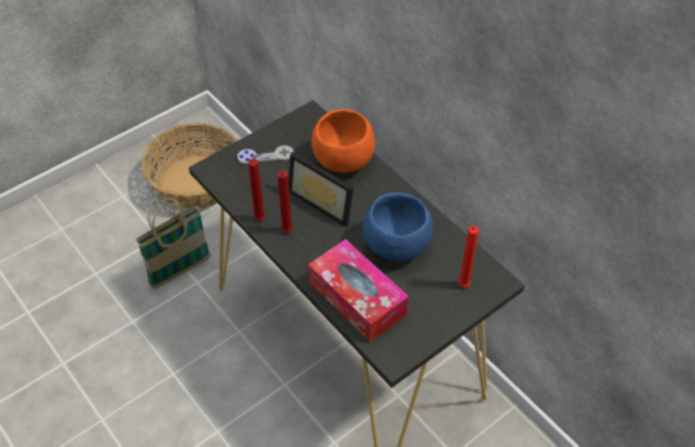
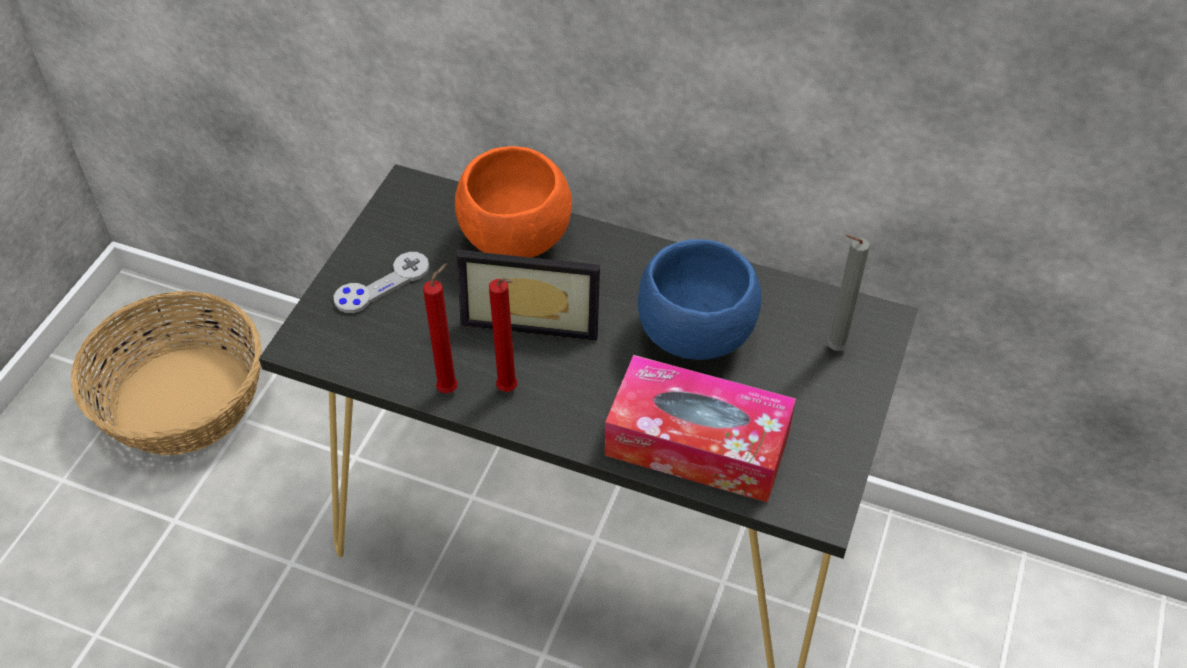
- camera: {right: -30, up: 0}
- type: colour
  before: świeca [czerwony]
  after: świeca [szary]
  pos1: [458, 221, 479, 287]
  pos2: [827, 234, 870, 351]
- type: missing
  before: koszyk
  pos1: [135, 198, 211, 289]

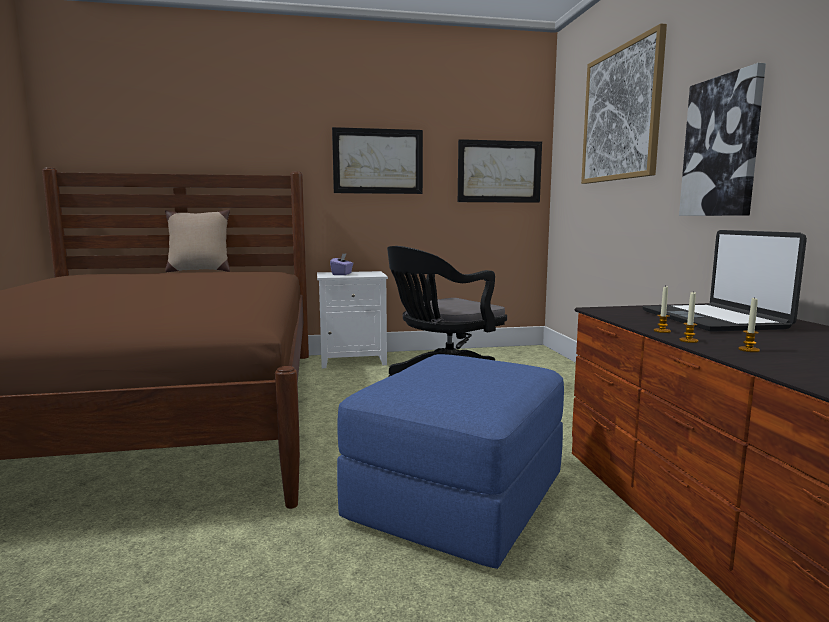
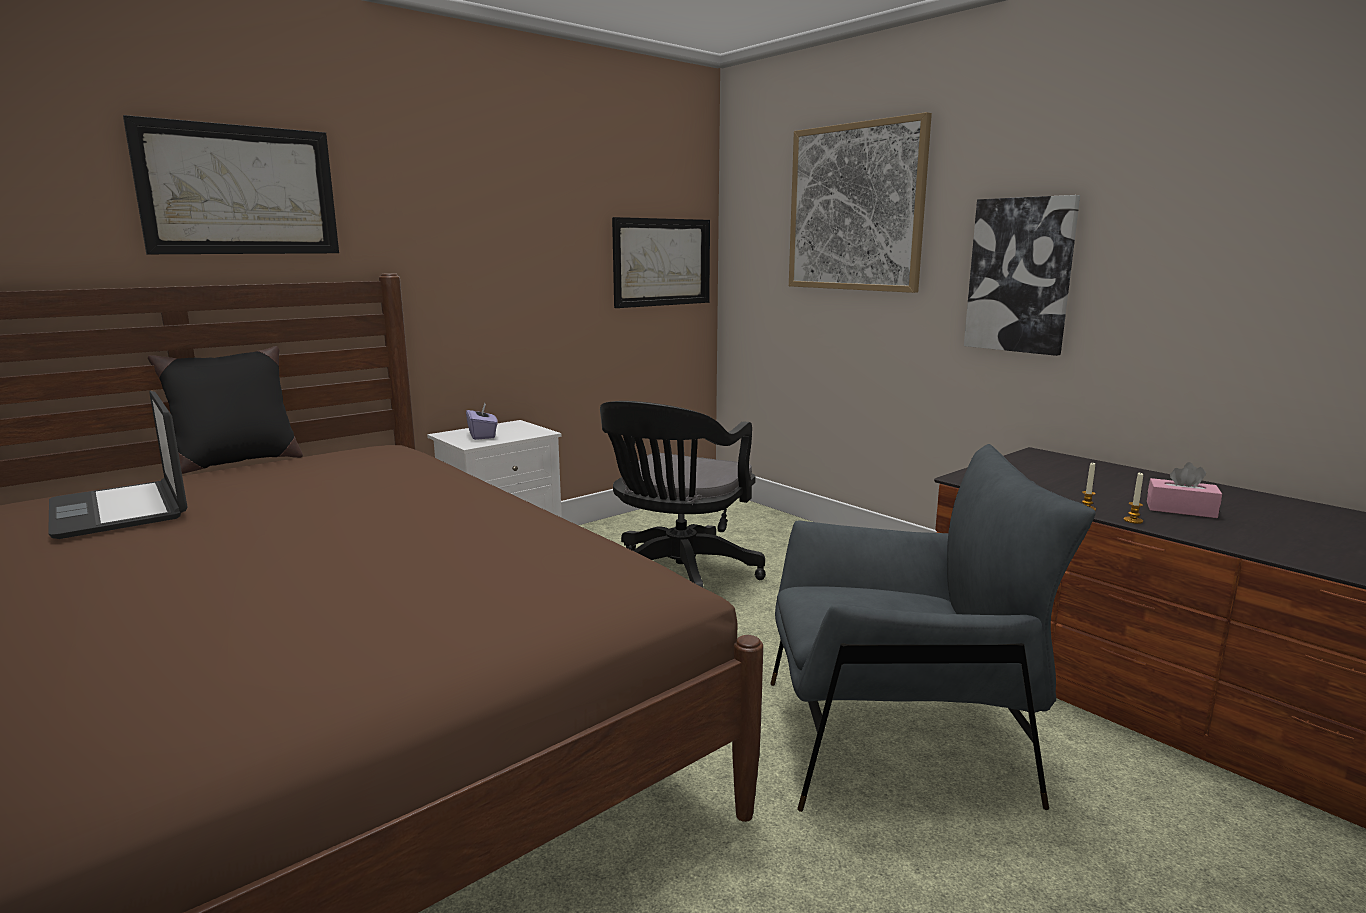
- camera: {right: -30, up: 5}
- type: relocated
  before: laptop
  pos1: [642, 230, 807, 332]
  pos2: [48, 391, 188, 539]
- type: relocated
  before: obraz
  pos1: [332, 127, 423, 194]
  pos2: [123, 115, 339, 254]
- type: colour
  before: poduszka [beżowy]
  after: poduszka [czarny]
  pos1: [165, 210, 230, 272]
  pos2: [148, 346, 303, 474]
- type: exchanged
  before: pufa [niebieski]
  after: fotel [szary]
  pos1: [337, 354, 564, 569]
  pos2: [770, 444, 1096, 812]
- type: appeared
  after: pudełko chusteczek [różowy]
  pos2: [1147, 462, 1222, 518]
- type: missing
  before: świeca
  pos1: [738, 298, 760, 352]

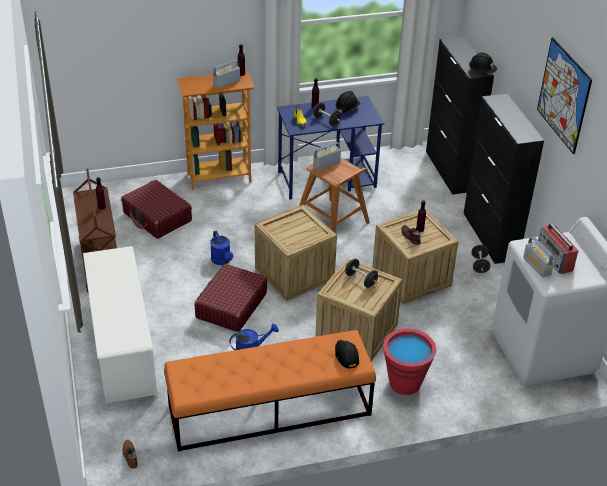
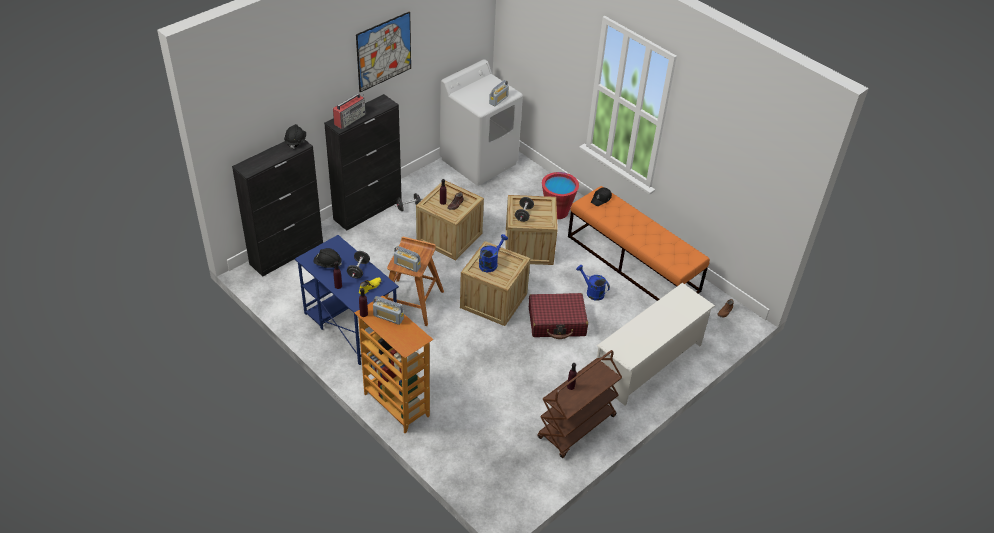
- camera: {right: -120, up: 5}
- type: relocated
  before: radio
  pos1: [538, 223, 578, 274]
  pos2: [333, 93, 366, 129]
- type: relocated
  before: konewka [niebieski]
  pos1: [210, 230, 233, 265]
  pos2: [479, 234, 508, 272]
- type: missing
  before: walizka [czerwony]
  pos1: [121, 180, 192, 239]

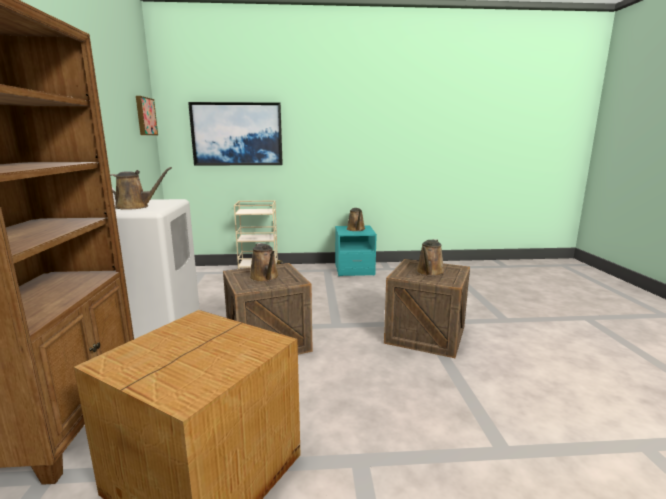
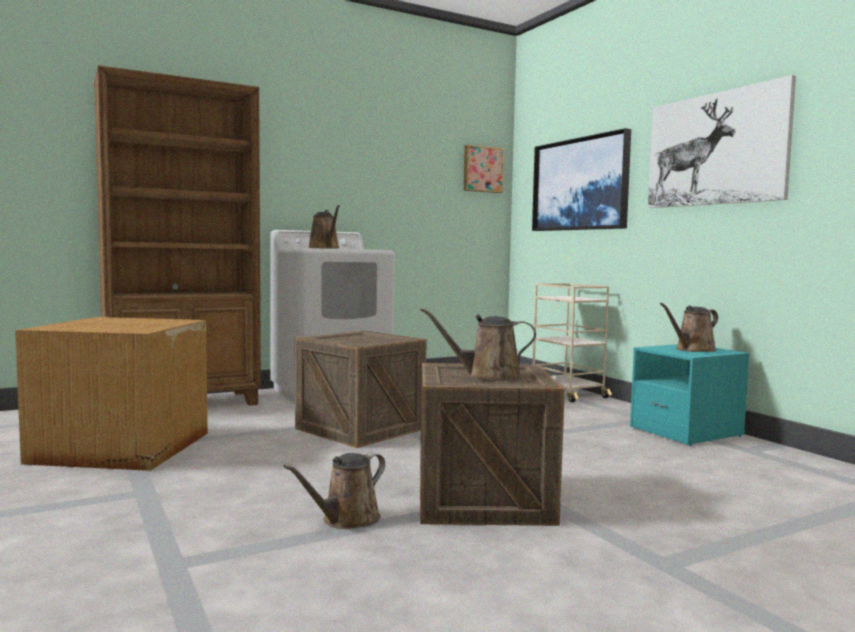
- camera: {right: 65, up: -10}
- type: relocated
  before: konewka [brązowy]
  pos1: [249, 243, 279, 282]
  pos2: [283, 453, 385, 529]
- type: appeared
  after: obraz
  pos2: [648, 75, 796, 208]

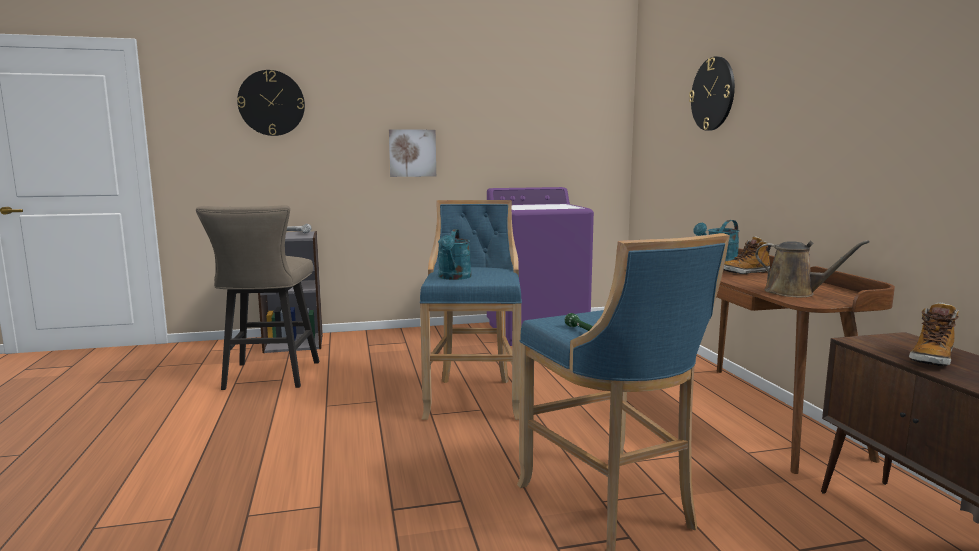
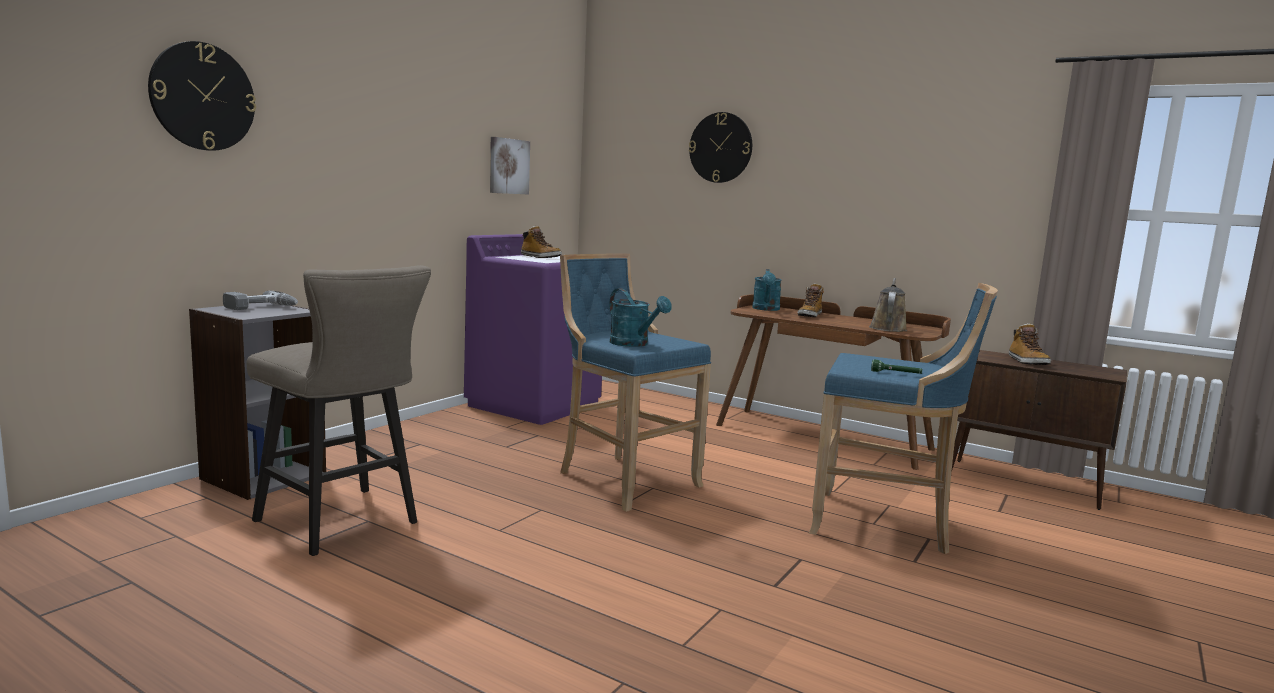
- camera: {right: -45, up: 0}
- type: relocated
  before: obraz
  pos1: [389, 129, 436, 177]
  pos2: [490, 137, 530, 195]
- type: appeared
  after: but z cholewką
  pos2: [521, 226, 562, 258]
- type: spun
  before: konewka [brązowy]
  pos1: [755, 240, 870, 297]
  pos2: [869, 278, 907, 332]
  turn: -60

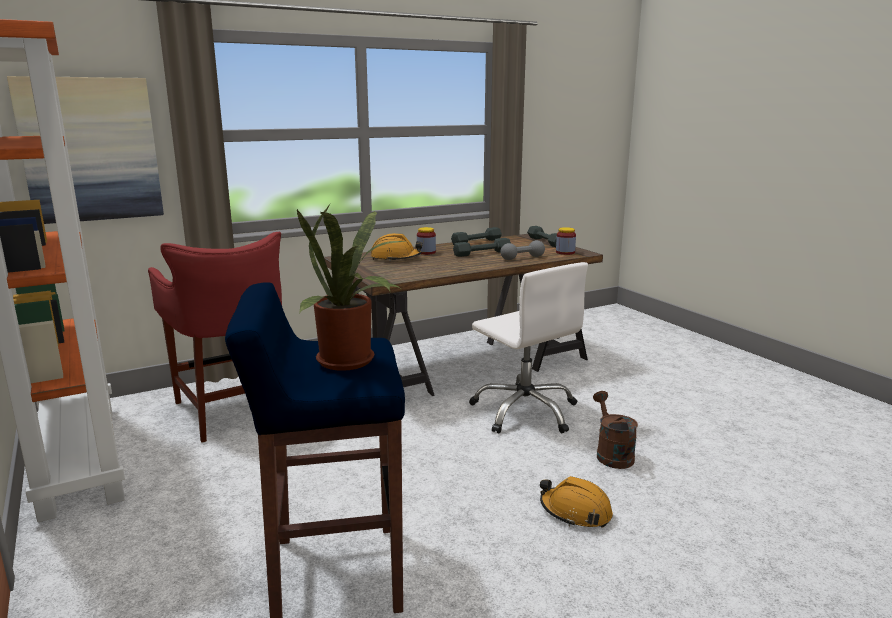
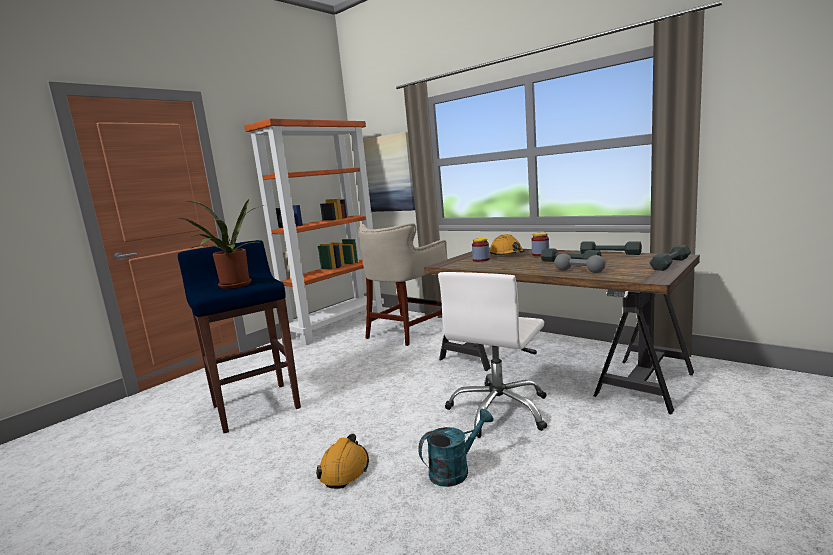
- camera: {right: 70, up: -5}
- type: colour
  before: stołek [czerwony]
  after: stołek [beżowy]
  pos1: [148, 232, 282, 443]
  pos2: [359, 223, 447, 346]
- type: colour
  before: konewka [brązowy]
  after: konewka [turkusowy]
  pos1: [593, 391, 638, 469]
  pos2: [418, 409, 494, 487]
- type: relocated
  before: słoik
  pos1: [556, 227, 576, 255]
  pos2: [472, 238, 490, 262]

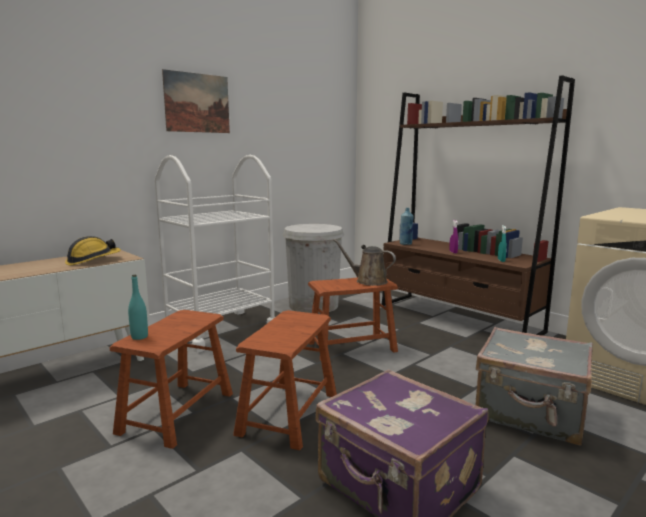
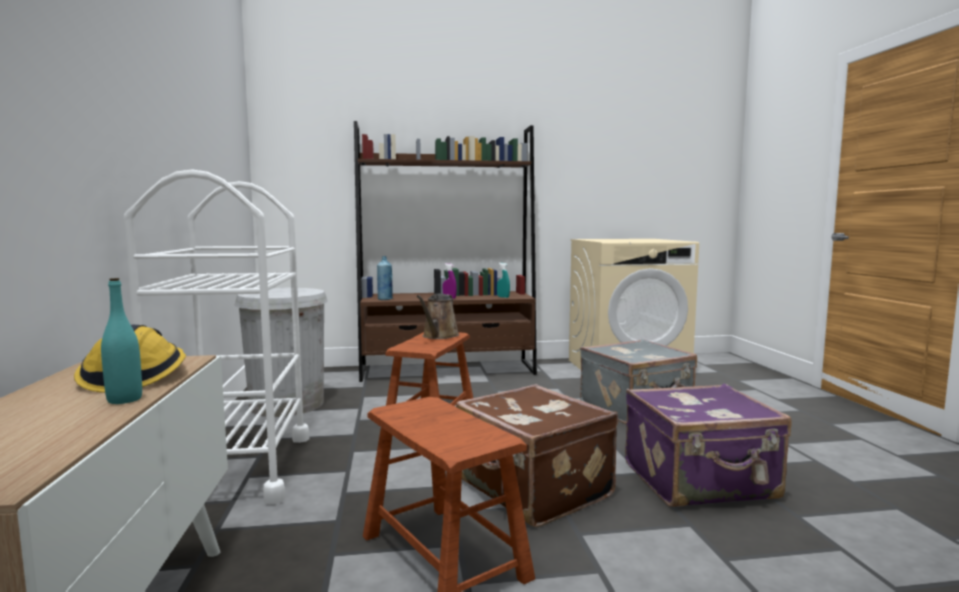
- camera: {right: -55, up: -5}
- type: relocated
  before: butelka [turkusowy]
  pos1: [128, 275, 148, 340]
  pos2: [101, 278, 142, 404]
- type: spun
  before: konewka [brązowy]
  pos1: [333, 239, 396, 286]
  pos2: [417, 294, 459, 339]
  turn: -45
- type: exchanged
  before: stołek [brązowy]
  after: walizka [brązowy]
  pos1: [233, 310, 337, 450]
  pos2: [456, 384, 618, 527]
- type: missing
  before: obraz
  pos1: [162, 69, 230, 133]

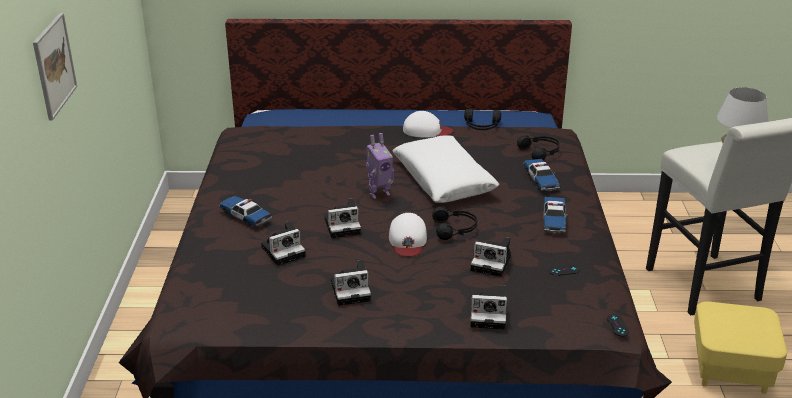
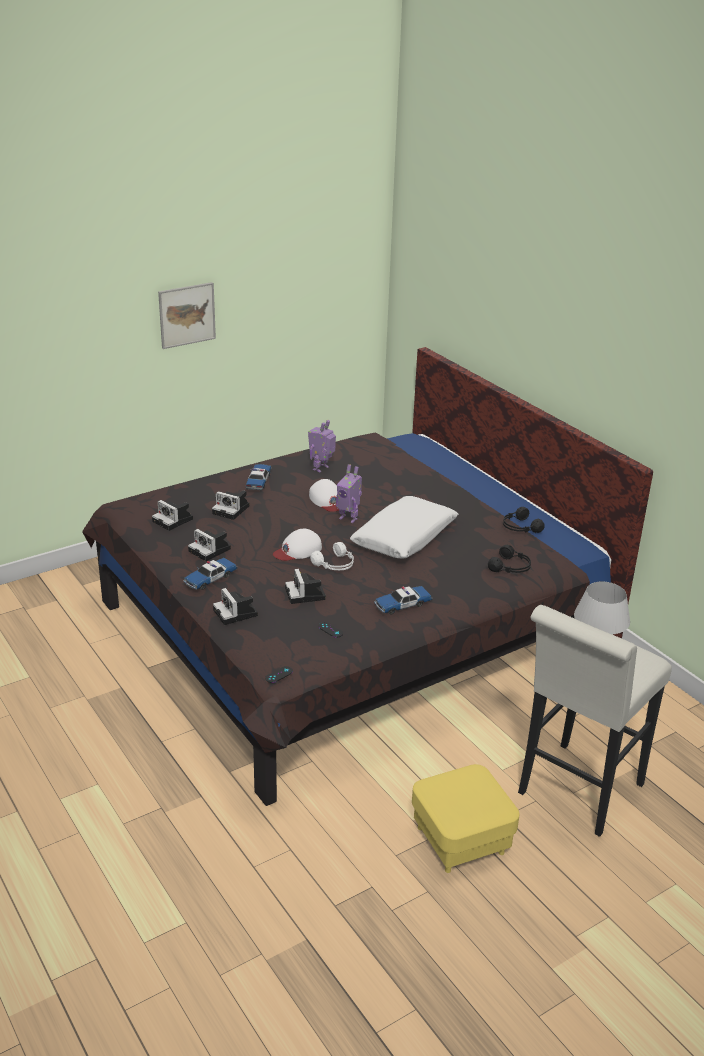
- camera: {right: 55, up: 0}
- type: relocated
  before: aparat fotograficzny
  pos1: [324, 198, 361, 238]
  pos2: [152, 500, 193, 531]
- type: relocated
  before: samochodzik
  pos1: [523, 159, 560, 191]
  pos2: [183, 558, 238, 590]
- type: appeared
  after: robot zabawkowy
  pos2: [308, 420, 336, 472]
- type: relocated
  before: czapka z daszkiem [biały]
  pos1: [403, 111, 453, 138]
  pos2: [309, 479, 339, 512]
- type: colour
  before: słuchawki [czarny]
  after: słuchawki [biały]
  pos1: [432, 206, 477, 240]
  pos2: [310, 542, 354, 570]

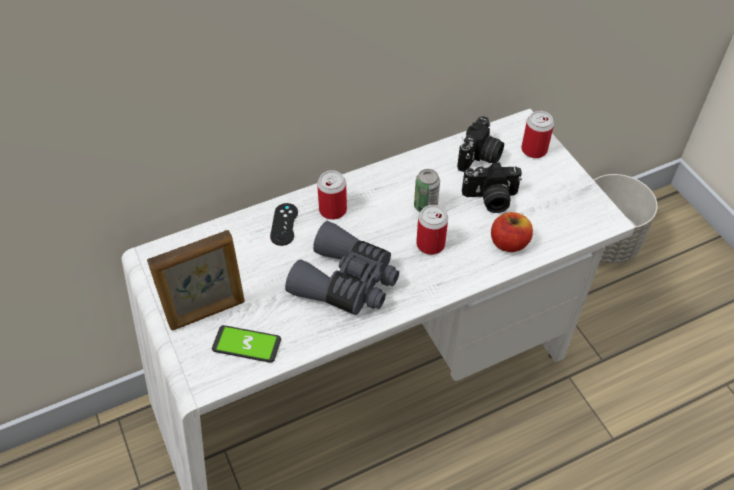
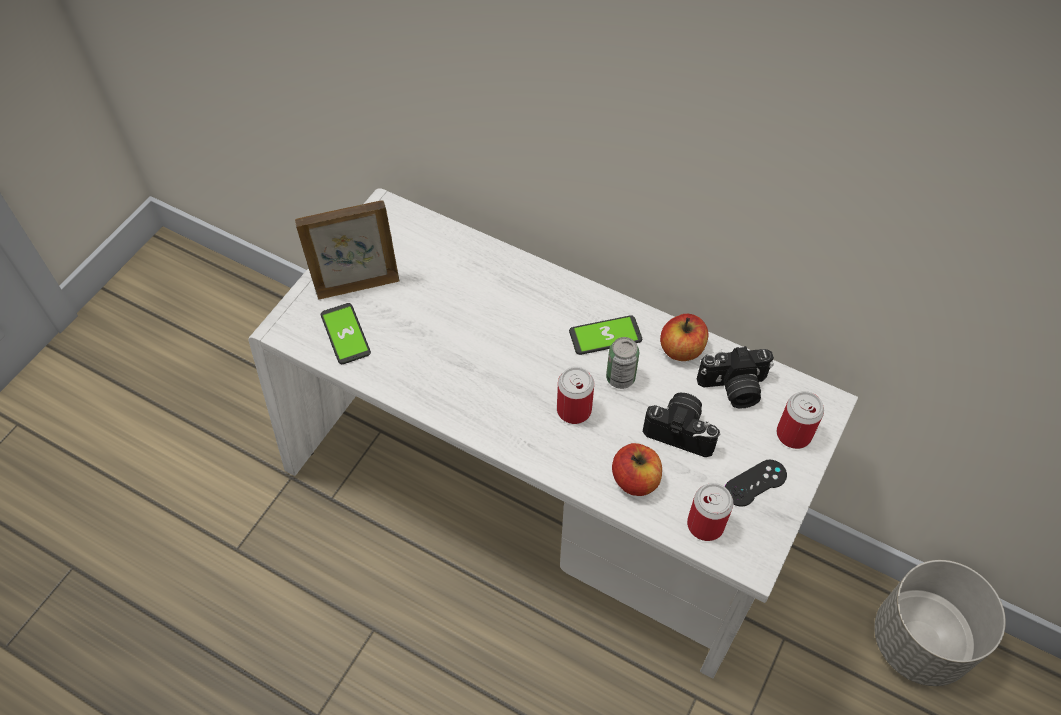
- camera: {right: 55, up: 5}
- type: spun
  before: ramka na zdjęcie
  pos1: [147, 230, 245, 330]
  pos2: [295, 200, 399, 300]
  turn: 135
- type: appeared
  after: telefon
  pos2: [569, 315, 642, 355]
- type: spun
  before: aparat fotograficzny
  pos1: [462, 162, 522, 213]
  pos2: [643, 393, 721, 457]
  turn: 150
- type: appeared
  after: jabłko
  pos2: [660, 314, 708, 361]
- type: relocated
  before: puszka
  pos1: [317, 170, 347, 220]
  pos2: [687, 483, 733, 541]
- type: relocated
  before: pad do gier [czarny]
  pos1: [270, 203, 298, 246]
  pos2: [725, 460, 787, 507]
- type: missing
  before: lornetka [szary]
  pos1: [285, 221, 399, 315]

